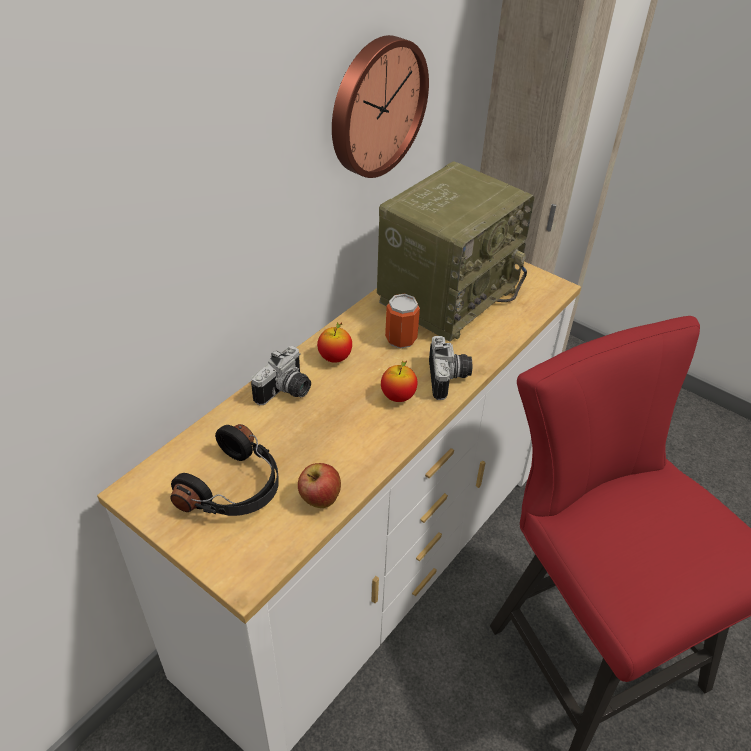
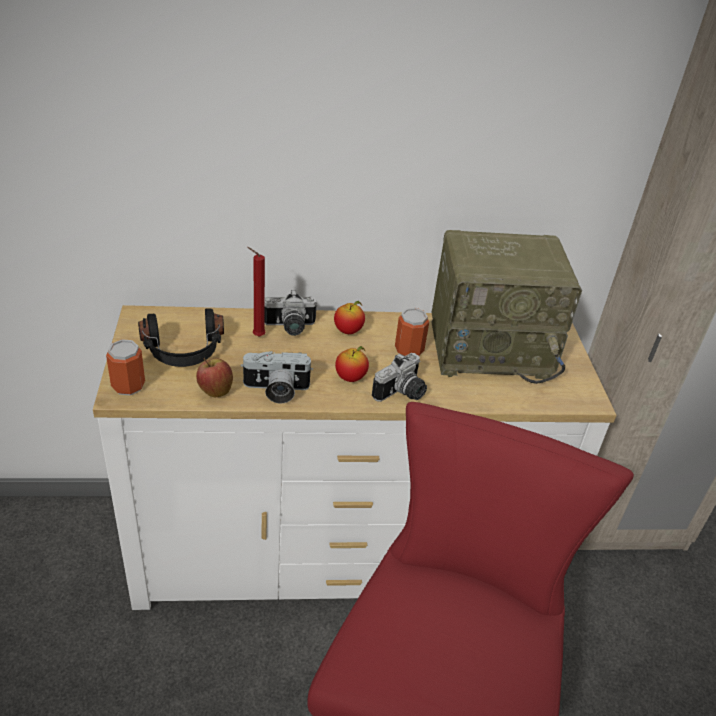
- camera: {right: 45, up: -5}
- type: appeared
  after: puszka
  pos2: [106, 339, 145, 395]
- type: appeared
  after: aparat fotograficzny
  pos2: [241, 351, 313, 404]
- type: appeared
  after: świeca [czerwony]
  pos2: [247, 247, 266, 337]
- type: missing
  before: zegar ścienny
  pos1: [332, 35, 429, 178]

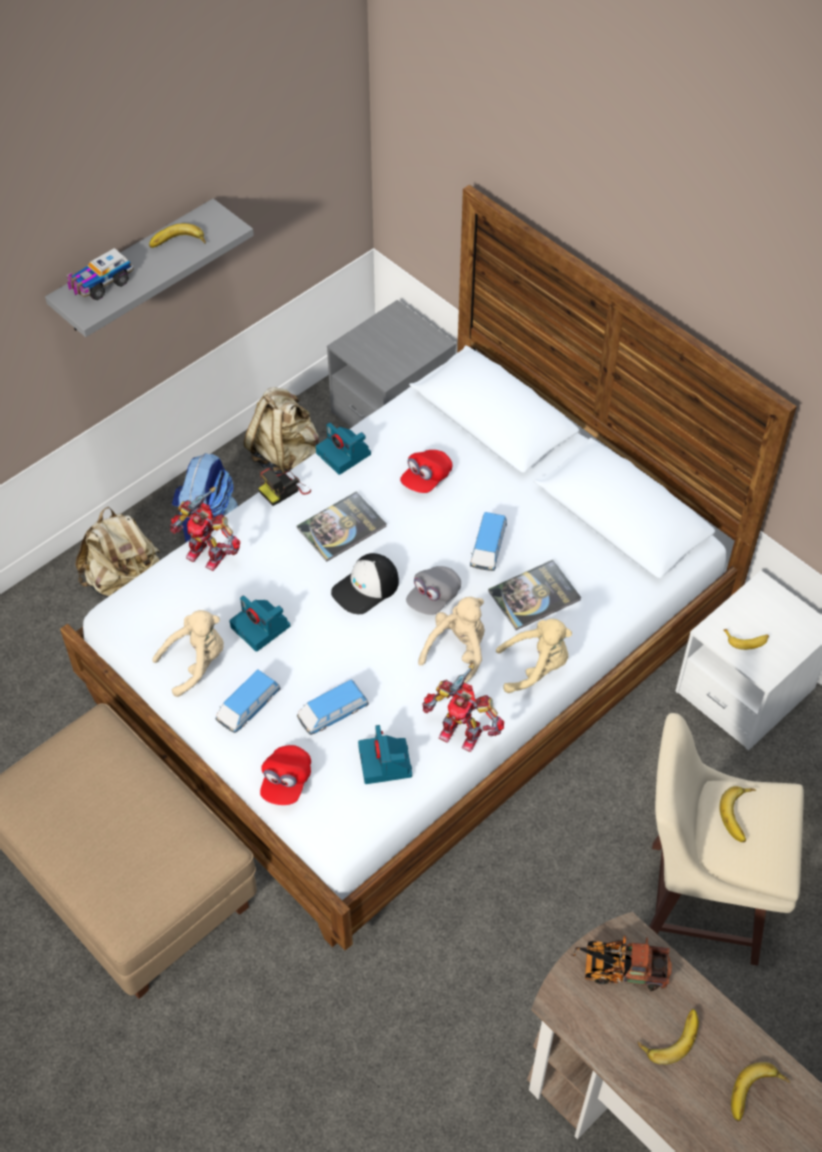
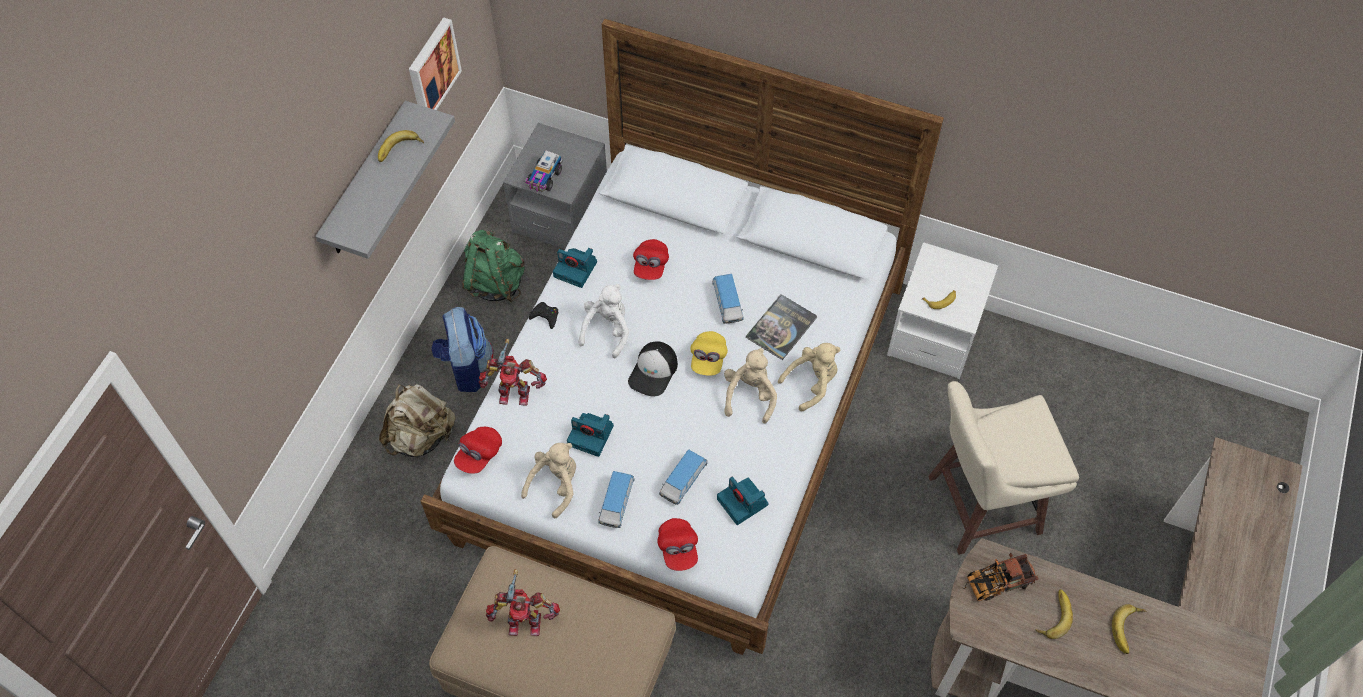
- camera: {right: -25, up: 5}
- type: appeared
  after: obraz
  pos2: [409, 17, 462, 110]
- type: appeared
  after: czapka z daszkiem [czerwony]
  pos2: [454, 427, 502, 474]
- type: colour
  before: plecak [beżowy]
  after: plecak [zielony]
  pos1: [244, 387, 319, 475]
  pos2: [462, 230, 525, 302]
- type: relocated
  before: robot zabawkowy
  pos1: [422, 663, 504, 752]
  pos2: [486, 569, 560, 636]
- type: relocated
  before: ciężarówka zabawkowa
  pos1: [66, 248, 134, 300]
  pos2: [525, 151, 562, 192]
- type: exchanged
  before: aparat fotograficzny
  after: pad do gier [czarny]
  pos1: [258, 467, 311, 506]
  pos2: [529, 302, 558, 329]
- type: exchanged
  before: książka
  after: pluszak [biały]
  pos1: [297, 492, 387, 562]
  pos2: [579, 284, 629, 358]
- type: colour
  before: czapka z daszkiem [szary]
  after: czapka z daszkiem [żółty]
  pos1: [406, 566, 461, 615]
  pos2: [690, 331, 728, 376]
- type: missing
  before: banan
  pos1: [719, 786, 756, 842]

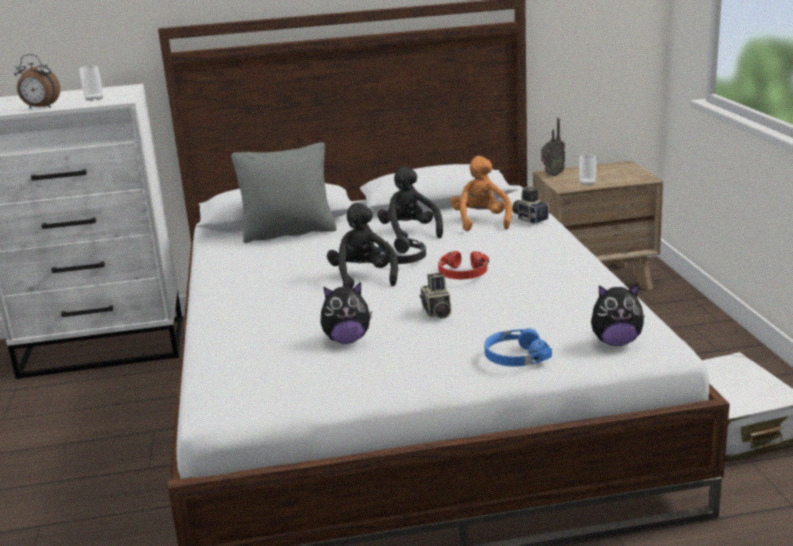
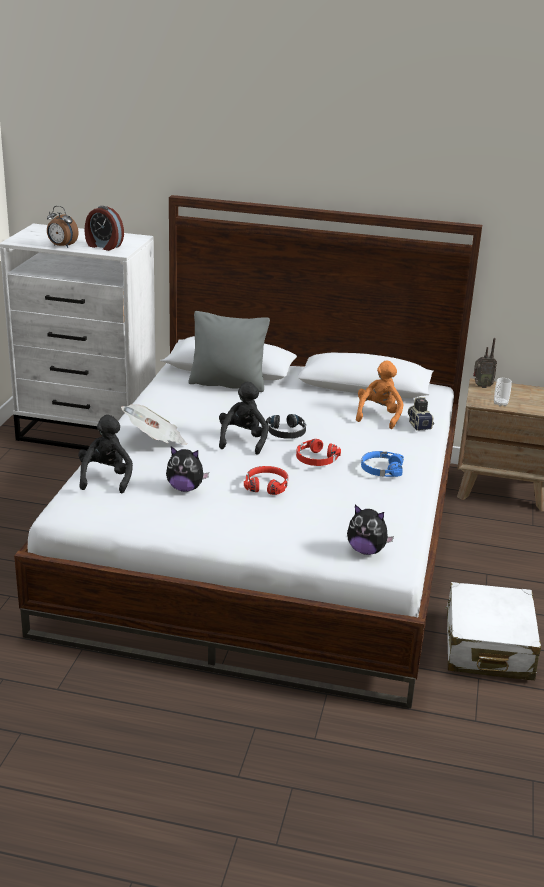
- camera: {right: 20, up: 5}
- type: relocated
  before: pluszak [czarny]
  pos1: [377, 166, 443, 238]
  pos2: [78, 415, 133, 493]
- type: exchanged
  before: filiżanka
  after: budzik
  pos1: [79, 66, 103, 101]
  pos2: [84, 206, 124, 251]
- type: appeared
  after: gazeta
  pos2: [121, 404, 187, 445]
- type: exchanged
  before: aparat fotograficzny
  after: słuchawki [czerwony]
  pos1: [419, 273, 451, 319]
  pos2: [244, 466, 288, 495]
- type: relocated
  before: słuchawki [niebieski]
  pos1: [484, 328, 552, 367]
  pos2: [361, 451, 404, 477]

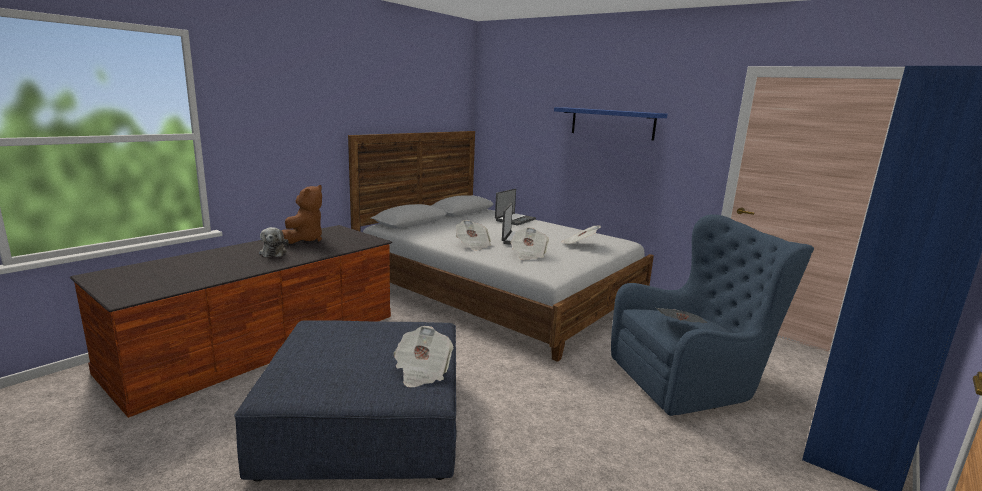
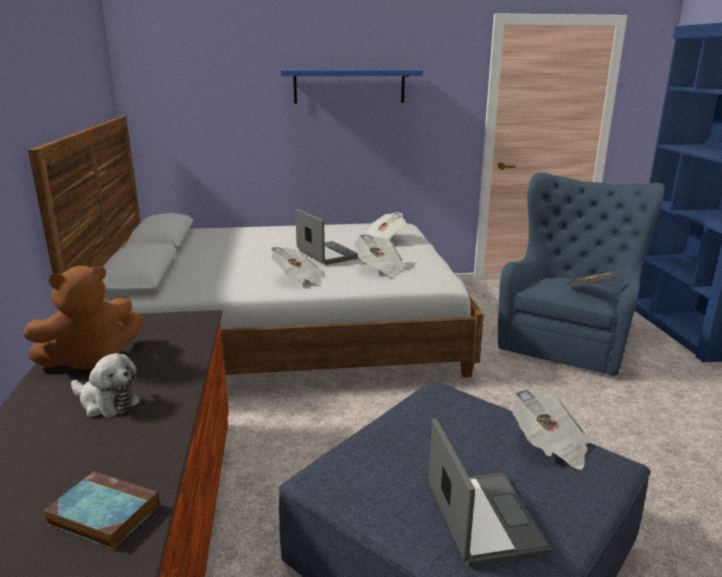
- camera: {right: -45, up: 5}
- type: spun
  before: pluszak [brązowy]
  pos1: [281, 185, 322, 244]
  pos2: [24, 266, 143, 370]
  turn: 90
- type: appeared
  after: książka
  pos2: [44, 471, 159, 550]
- type: relocated
  before: laptop
  pos1: [495, 189, 536, 225]
  pos2: [429, 418, 551, 567]

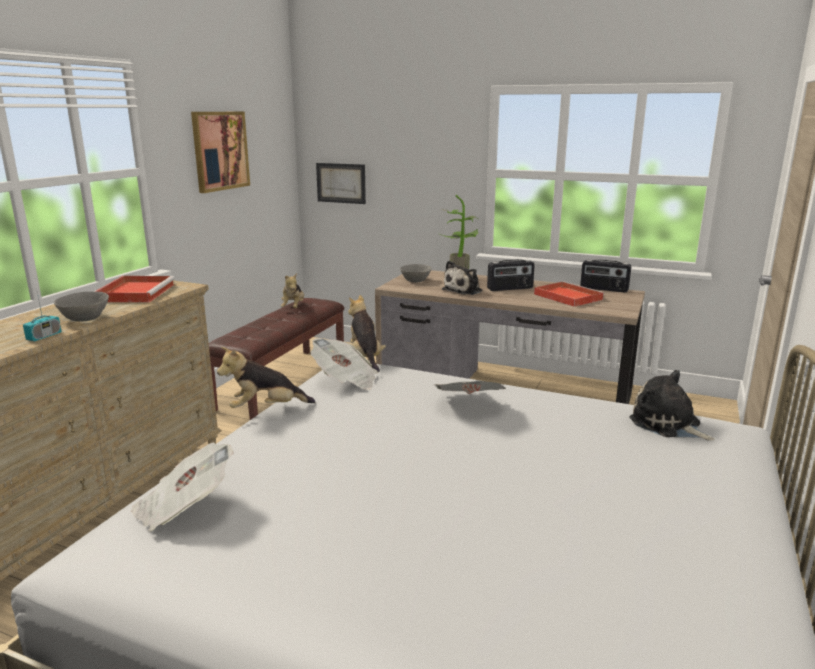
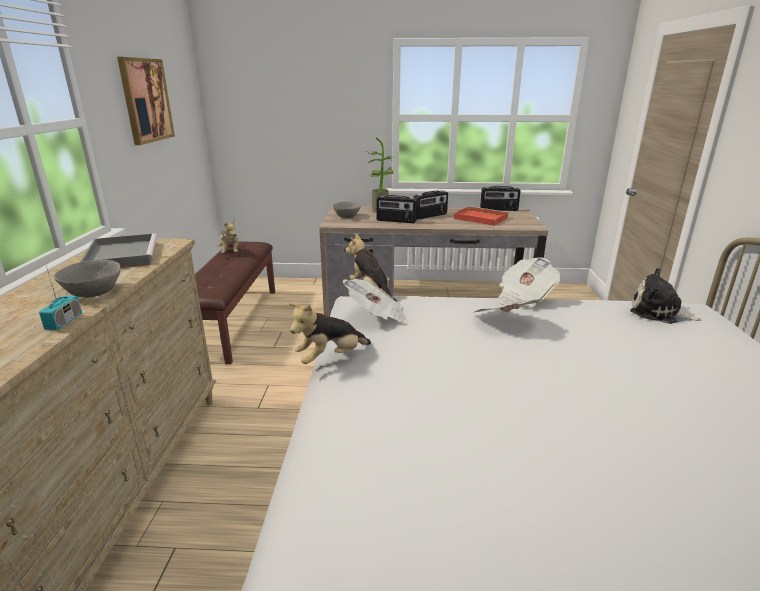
- camera: {right: -20, up: 5}
- type: colour
  before: taca [czerwony]
  after: taca [szary]
  pos1: [95, 276, 175, 302]
  pos2: [80, 233, 157, 268]
- type: exchanged
  before: pluszak
  after: radio
  pos1: [442, 261, 483, 295]
  pos2: [376, 195, 418, 223]
- type: relocated
  before: gazeta
  pos1: [131, 443, 234, 532]
  pos2: [497, 257, 561, 307]
- type: missing
  before: obraz
  pos1: [316, 163, 366, 204]

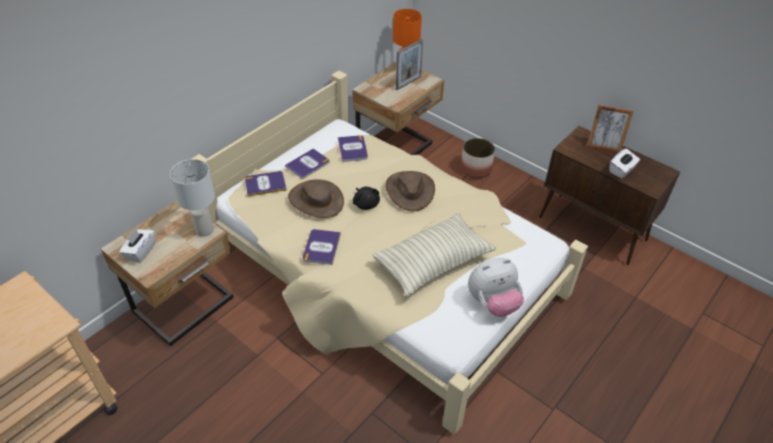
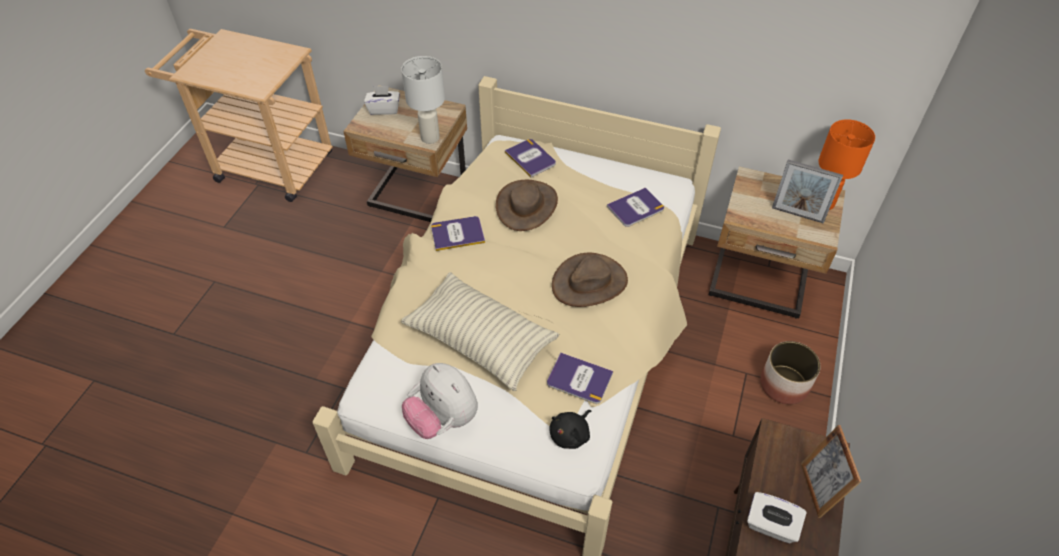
- camera: {right: 70, up: 5}
- type: relocated
  before: książka
  pos1: [285, 148, 330, 179]
  pos2: [547, 353, 613, 404]
- type: relocated
  before: pluszak [czarny]
  pos1: [353, 187, 380, 210]
  pos2: [549, 410, 591, 449]

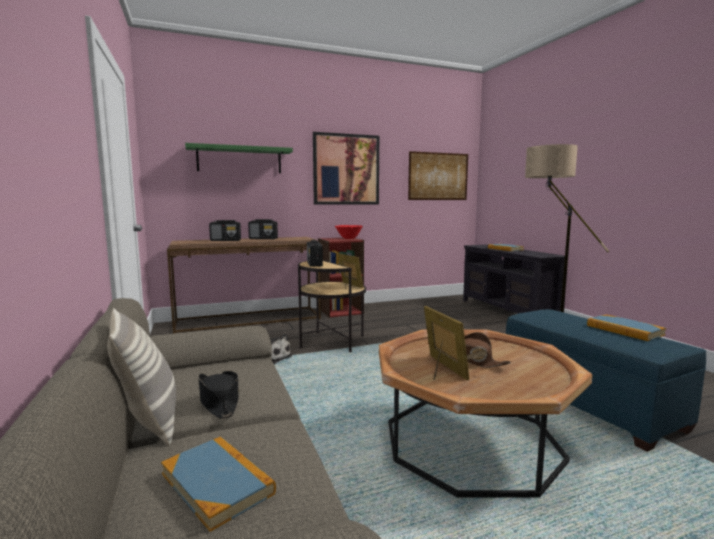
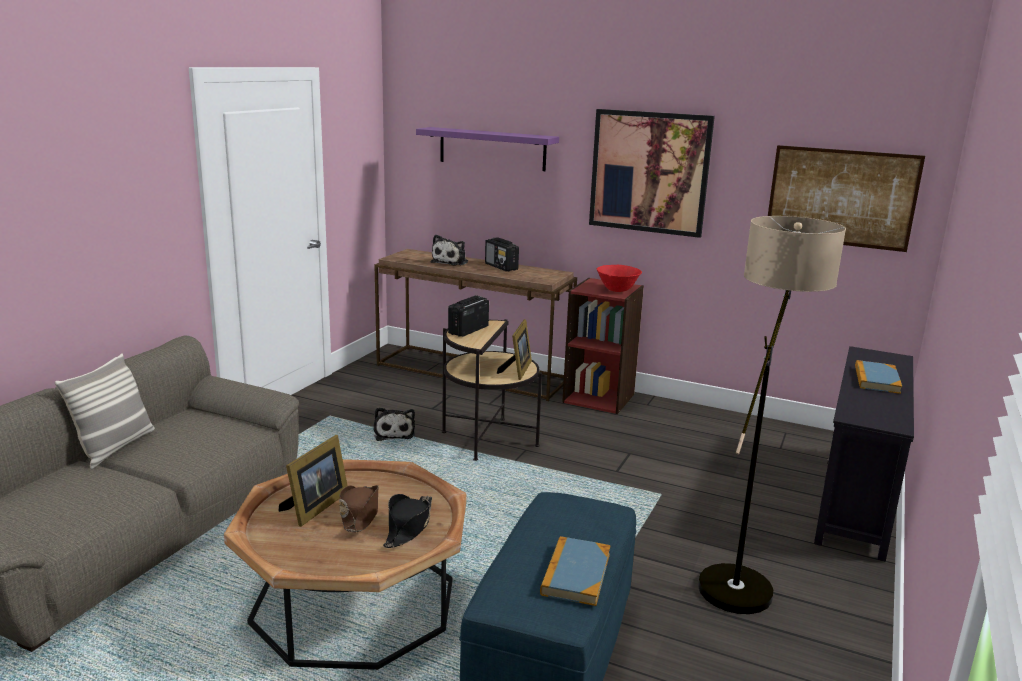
- camera: {right: 45, up: 10}
- type: relocated
  before: kapelusz [czarny]
  pos1: [198, 371, 239, 419]
  pos2: [383, 494, 432, 548]
- type: colour
  before: półka [zielony]
  after: półka [fioletowy]
  pos1: [185, 143, 293, 173]
  pos2: [416, 127, 559, 171]
- type: exchanged
  before: radio
  after: pluszak
  pos1: [209, 220, 241, 241]
  pos2: [431, 235, 468, 265]
- type: missing
  before: książka
  pos1: [161, 437, 276, 532]

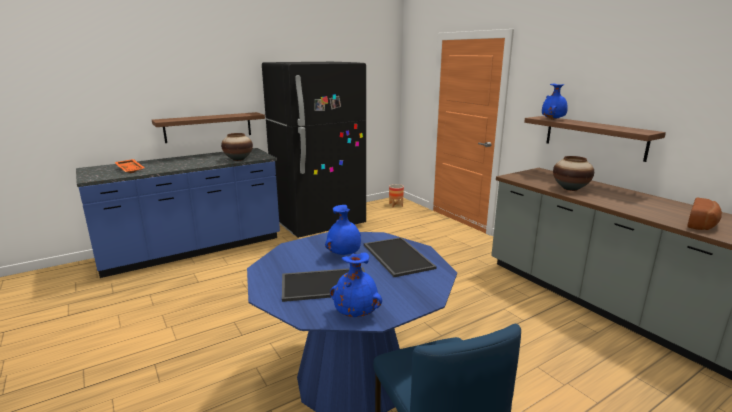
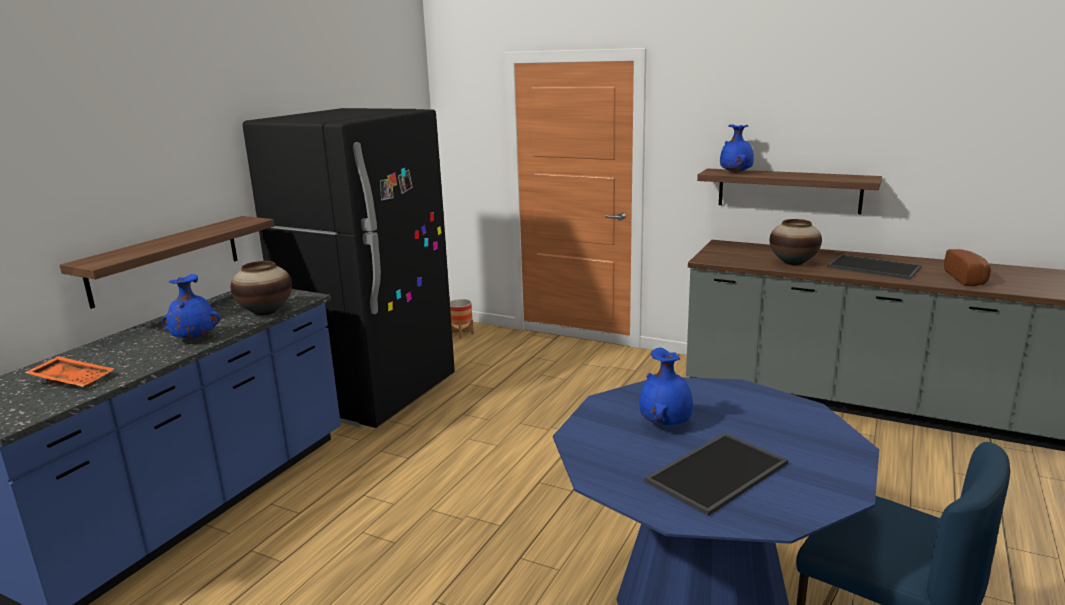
- camera: {right: -30, up: 0}
- type: relocated
  before: wazon [niebieski]
  pos1: [330, 252, 382, 317]
  pos2: [161, 274, 220, 339]
- type: relocated
  before: taca
  pos1: [364, 237, 436, 277]
  pos2: [827, 254, 921, 280]

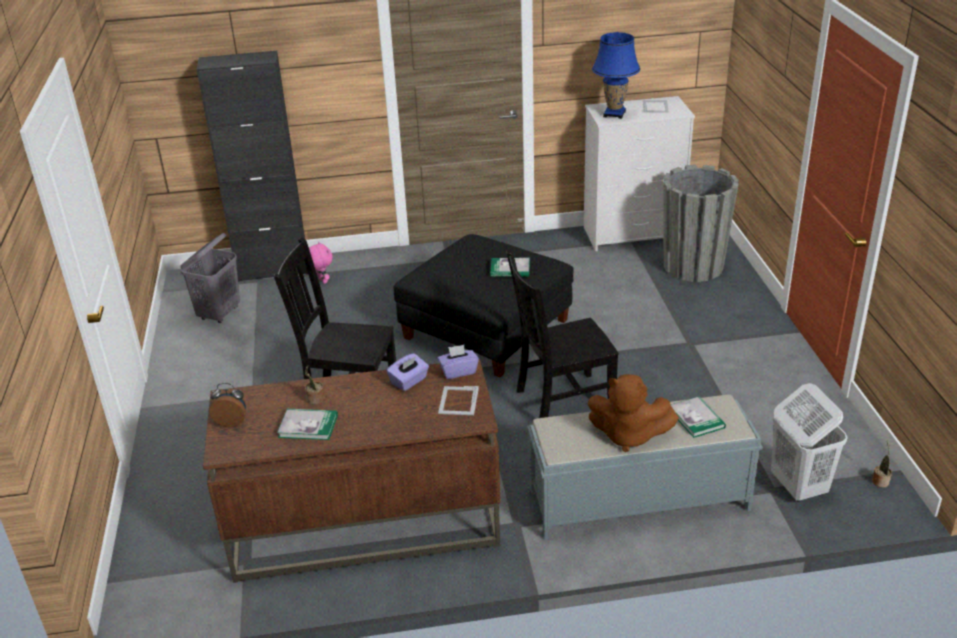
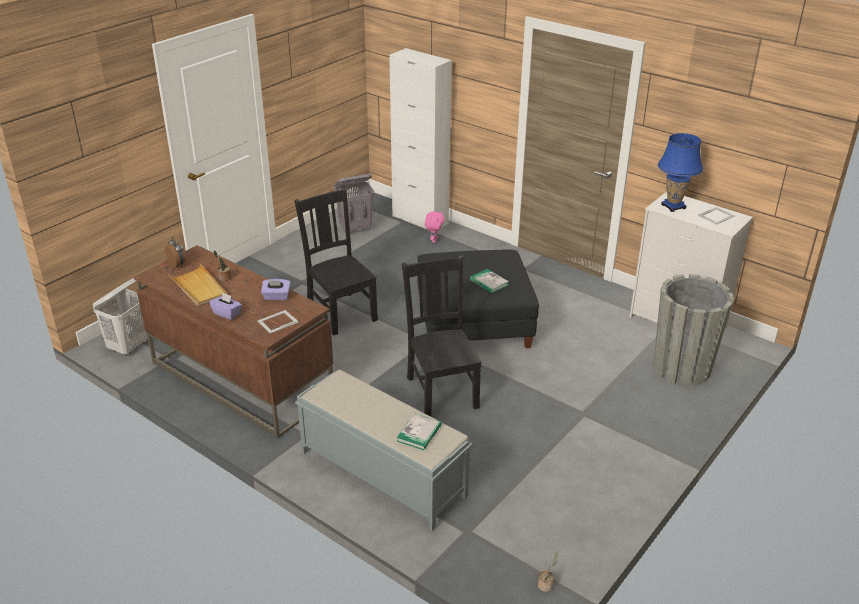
- camera: {right: 45, up: 0}
- type: relocated
  before: kosz na pranie [biały]
  pos1: [771, 383, 848, 502]
  pos2: [93, 278, 148, 356]
- type: exchanged
  before: książka
  after: taca [beżowy]
  pos1: [277, 409, 338, 440]
  pos2: [169, 264, 227, 306]
- type: relocated
  before: pudełko chusteczek [fioletowy]
  pos1: [437, 345, 479, 379]
  pos2: [209, 292, 242, 320]
- type: colour
  before: szafka [czarny]
  after: szafka [biały]
  pos1: [196, 51, 308, 282]
  pos2: [389, 48, 452, 229]
- type: spun
  before: krzesło [czarny]
  pos1: [506, 251, 619, 418]
  pos2: [402, 254, 482, 417]
  turn: 45
- type: missing
  before: pluszak [brązowy]
  pos1: [587, 374, 679, 452]

